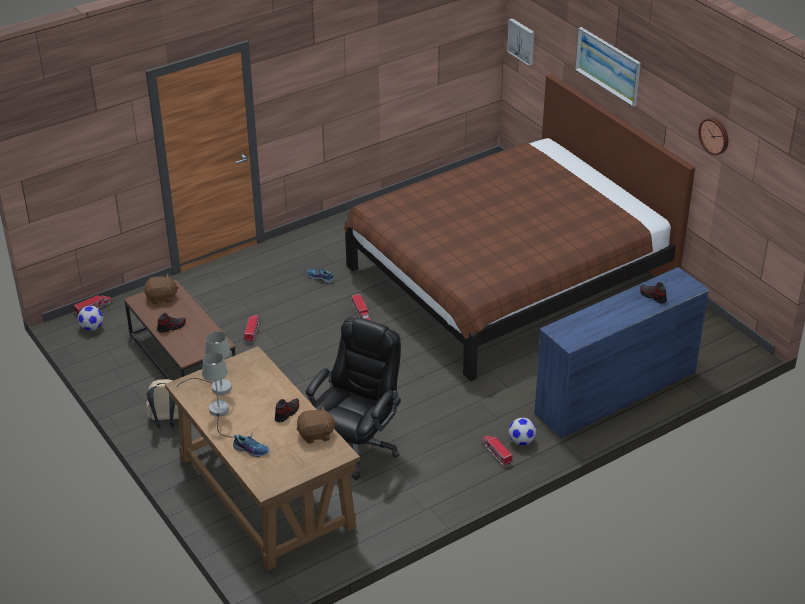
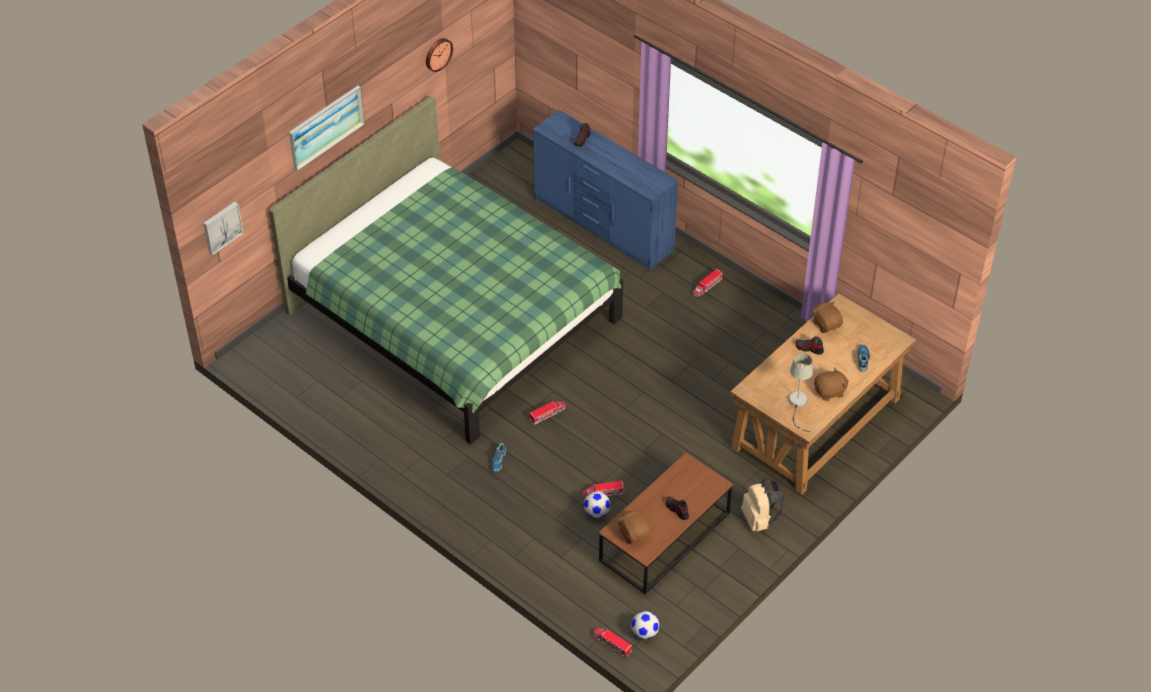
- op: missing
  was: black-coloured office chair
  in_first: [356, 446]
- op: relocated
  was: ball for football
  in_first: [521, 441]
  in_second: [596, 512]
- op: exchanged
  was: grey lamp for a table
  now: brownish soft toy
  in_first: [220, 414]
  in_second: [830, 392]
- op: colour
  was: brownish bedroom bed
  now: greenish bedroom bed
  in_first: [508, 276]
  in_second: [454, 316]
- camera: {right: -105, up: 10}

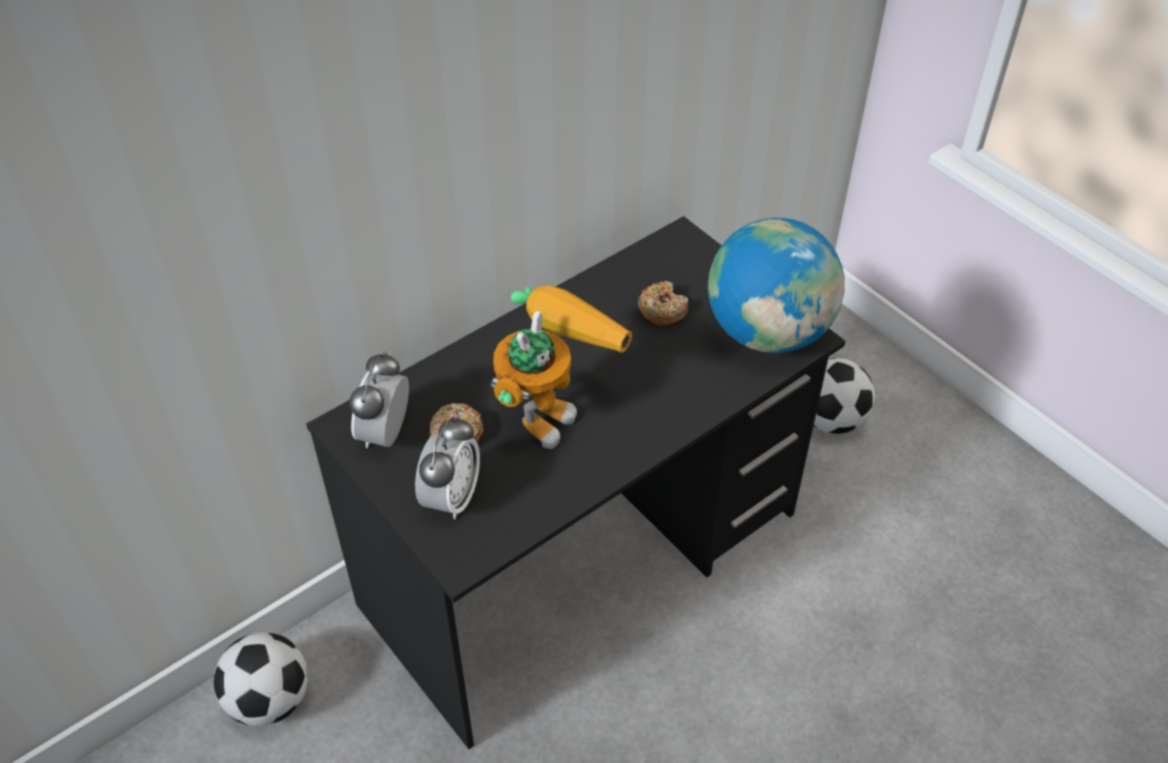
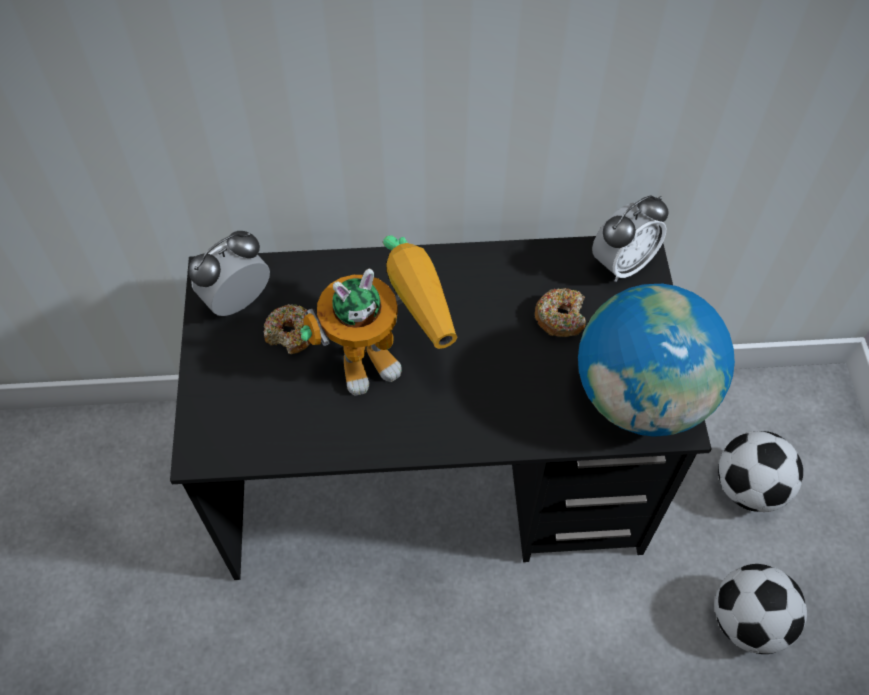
- op: relocated
  was: ball for football
  in_first: [269, 700]
  in_second: [747, 620]
- op: relocated
  was: bedside clock
  in_first: [451, 498]
  in_second: [622, 264]
- camera: {right: 35, up: 10}

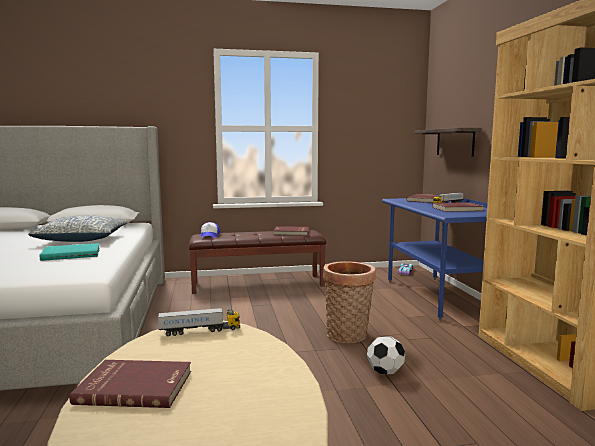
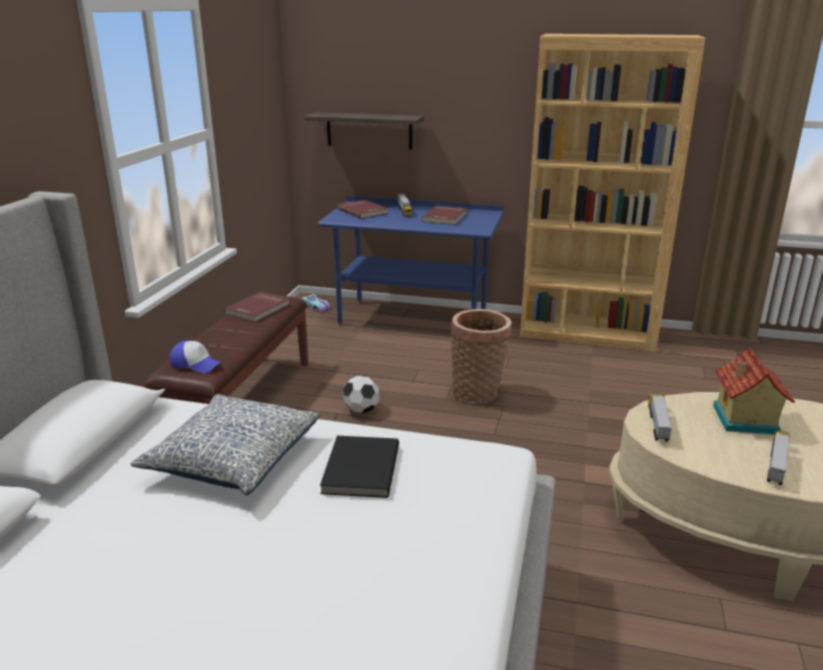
- op: appeared
  now: miniature house
  in_second: [743, 419]
- op: relocated
  was: ball for football
  in_first: [385, 372]
  in_second: [361, 410]
- op: exchanged
  was: red book
  now: model truck
  in_first: [135, 386]
  in_second: [776, 465]
- op: colour
  was: blue-green book
  now: black-coloured book
  in_first: [71, 254]
  in_second: [359, 469]
- camera: {right: -65, up: 15}

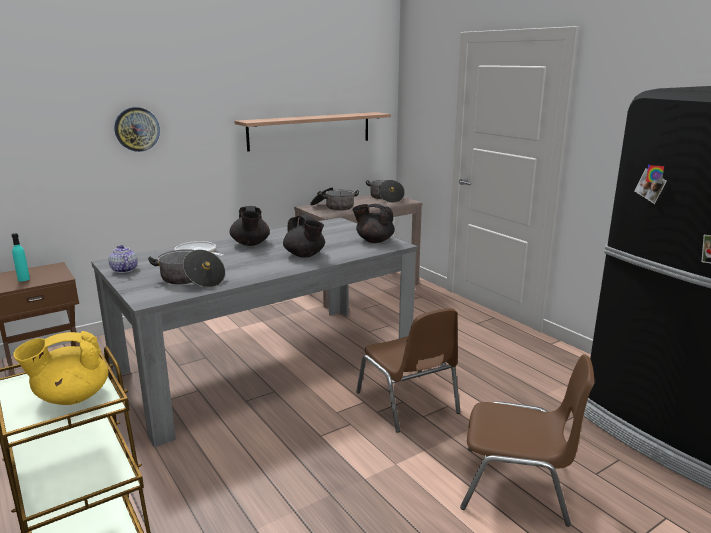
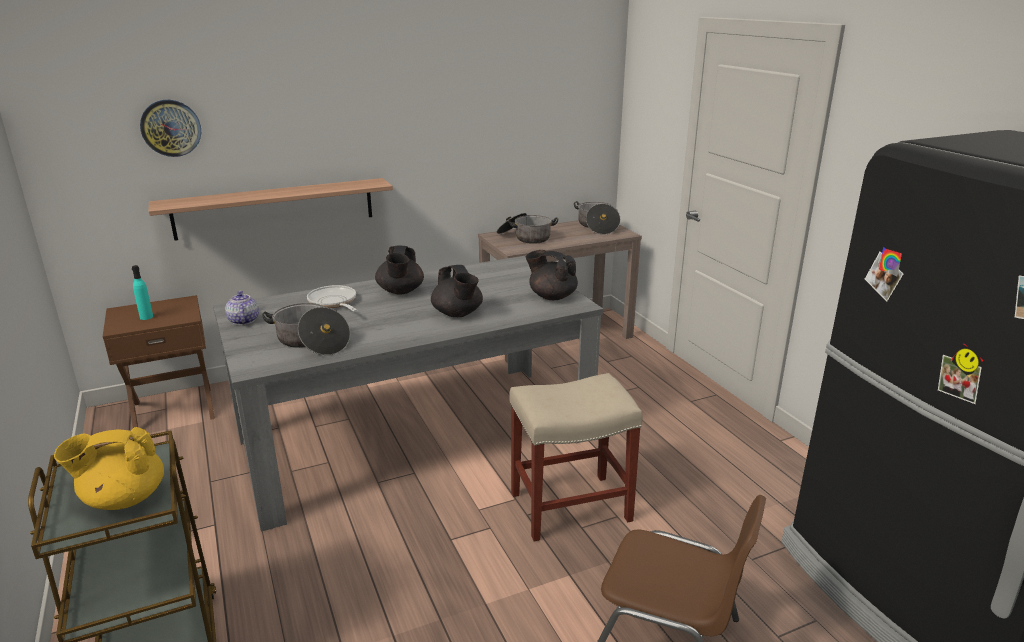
- op: relocated
  was: clock on the wall
  in_first: [137, 129]
  in_second: [171, 128]
- op: relocated
  was: wall shelf
  in_first: [310, 130]
  in_second: [275, 208]
- op: exchanged
  was: brownish plain chair
  now: sand-coloured stool seat
  in_first: [408, 403]
  in_second: [568, 507]
- camera: {right: 10, up: 5}

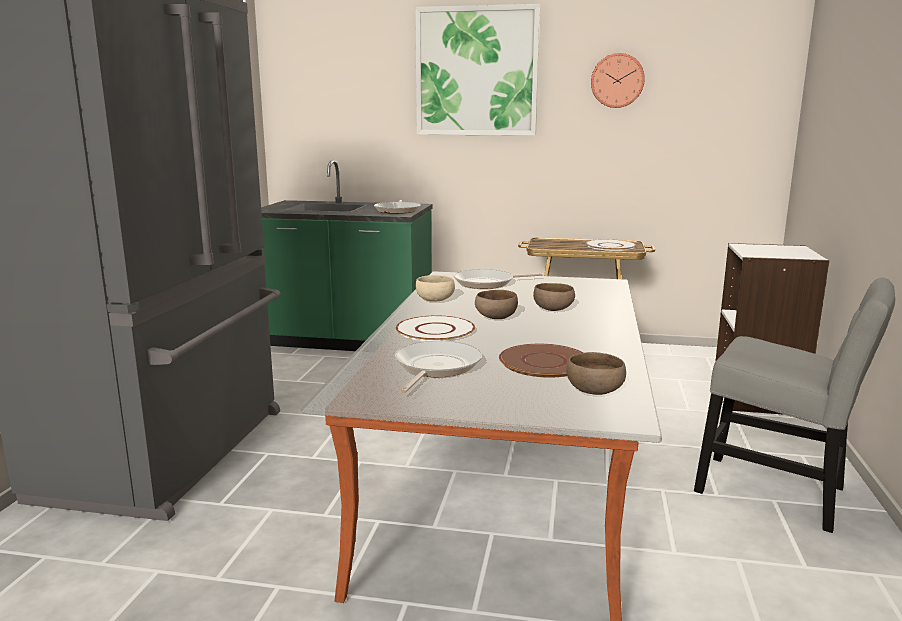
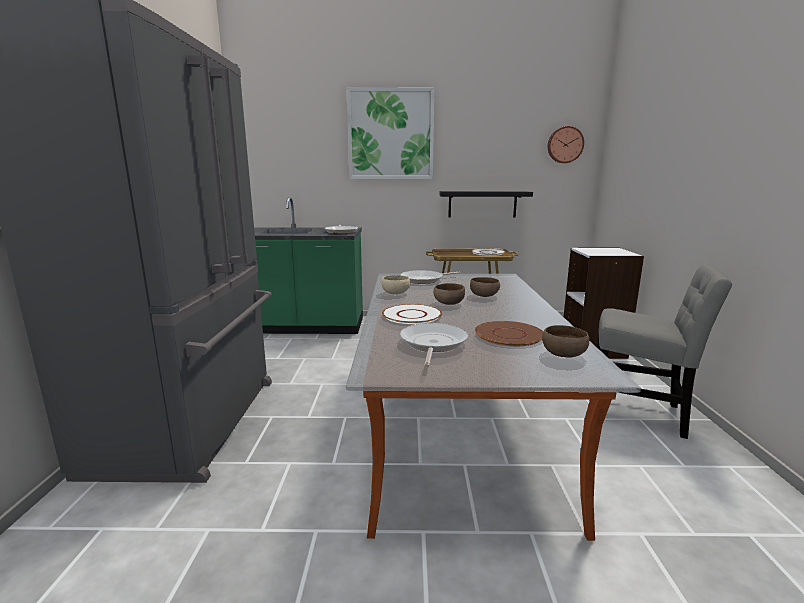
- op: appeared
  now: black-coloured wall shelf
  in_second: [482, 204]
- op: relocated
  was: clock on the wall
  in_first: [617, 80]
  in_second: [565, 145]
- camera: {right: -10, up: 0}

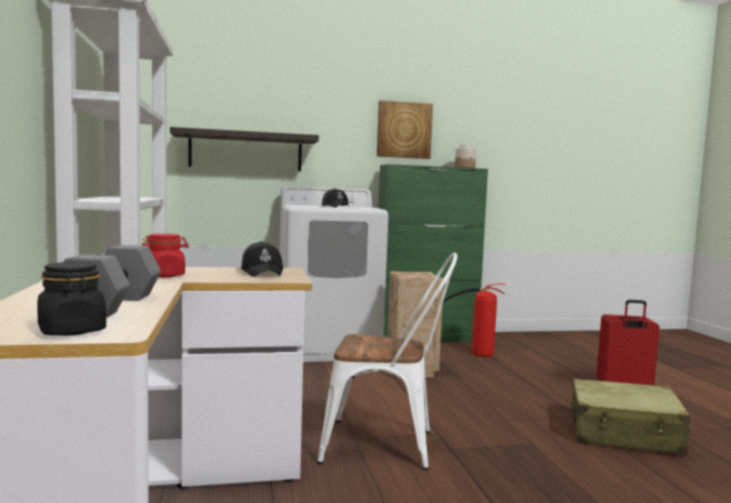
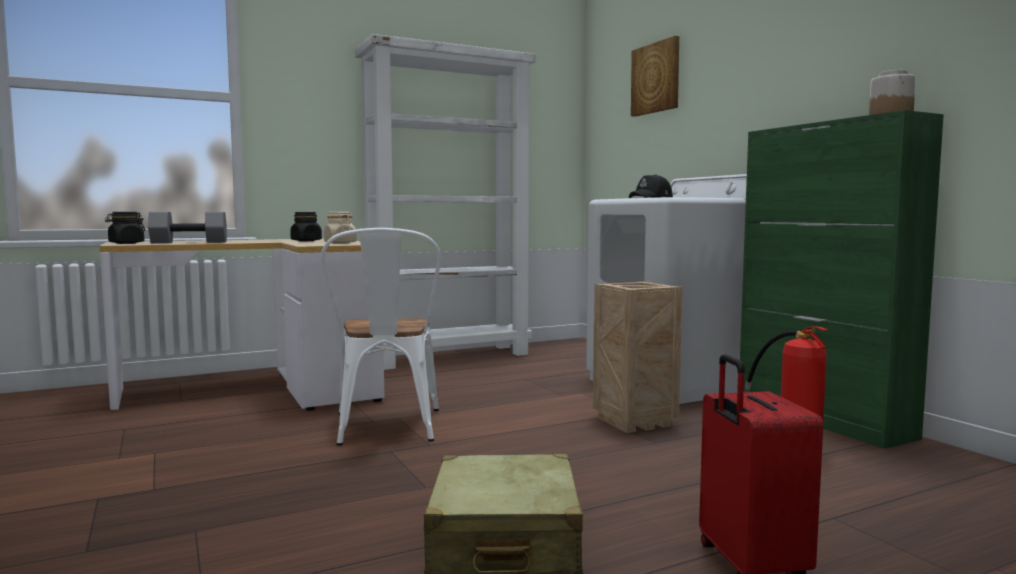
- op: missing
  was: wall shelf
  in_first: [246, 151]
- op: relocated
  was: picture
  in_first: [404, 130]
  in_second: [656, 78]
- op: exchanged
  was: black-coloured baseball cap
  now: sand-coloured preserve jar
  in_first: [262, 272]
  in_second: [340, 243]
- op: colour
  was: red preserve jar
  now: black-coloured preserve jar
  in_first: [164, 275]
  in_second: [306, 241]
- camera: {right: 75, up: 0}

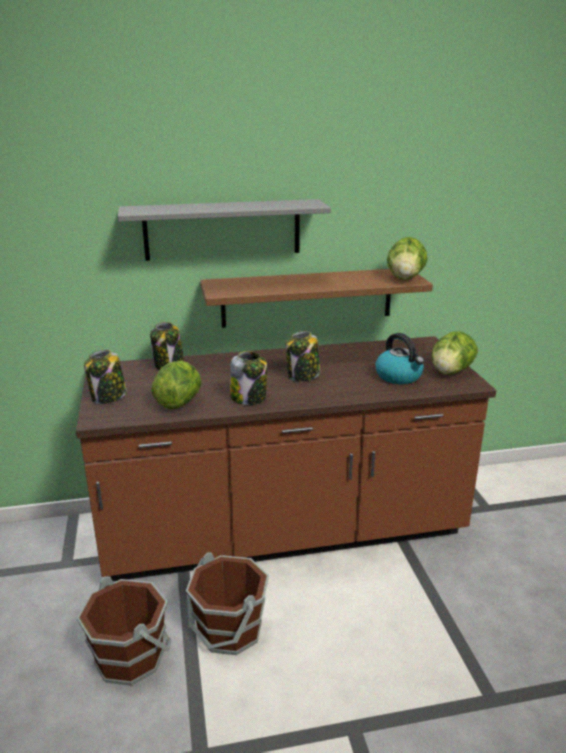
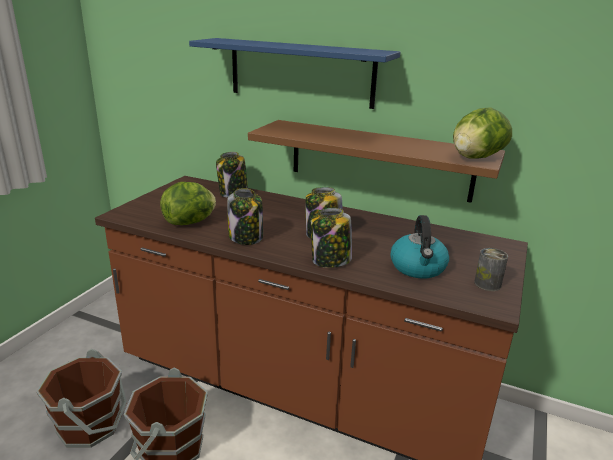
- op: relocated
  was: preserve jar
  in_first: [108, 397]
  in_second: [330, 260]
- op: exchanged
  was: lettuce
  now: metal can
  in_first: [451, 372]
  in_second: [487, 284]
- op: colour
  was: grey wall shelf
  now: blue wall shelf
  in_first: [222, 229]
  in_second: [301, 72]
- camera: {right: 35, up: 0}

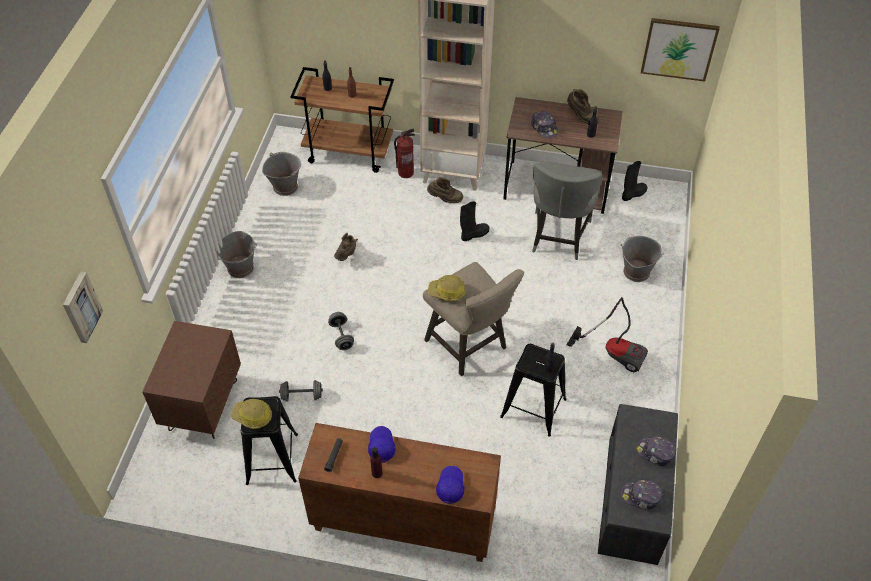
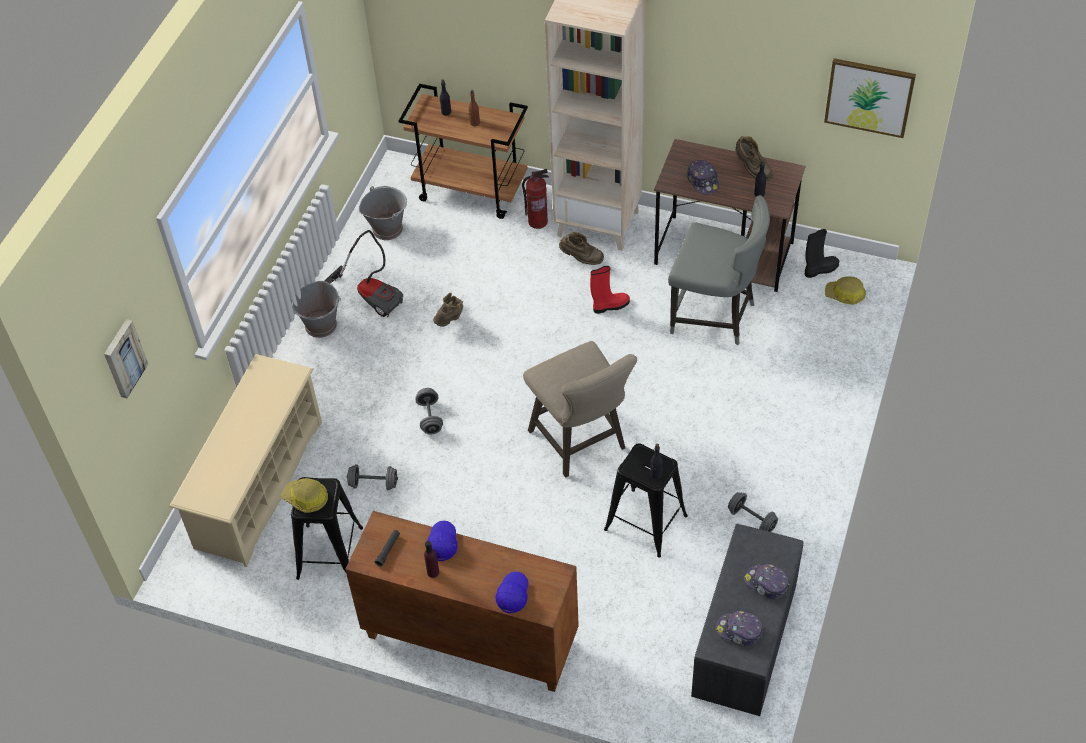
- op: missing
  was: grey pail
  in_first: [636, 271]
- op: appeared
  now: grey free weight
  in_second: [752, 519]
- op: relocated
  was: hard hat
  in_first: [447, 292]
  in_second: [845, 295]
- op: relocated
  was: vacuum cleaner
  in_first: [614, 351]
  in_second: [372, 294]
- op: exchanged
  was: brownish night table
  now: sand-coloured shoe shelf
  in_first: [203, 405]
  in_second: [258, 484]
- op: colour
  was: black-coloured tall boot
  now: red tall boot
  in_first: [474, 234]
  in_second: [610, 306]
- op: spun
  was: grey plain chair
  in_first: [558, 236]
  in_second: [714, 316]
  clockwise: -90
- camera: {right: 10, up: 0}

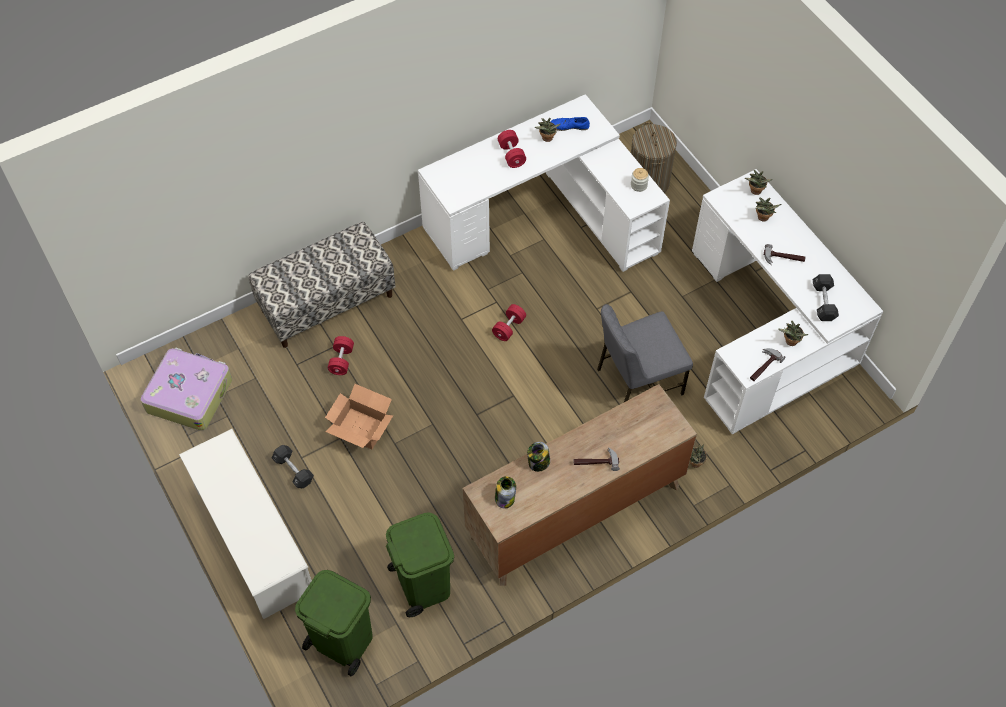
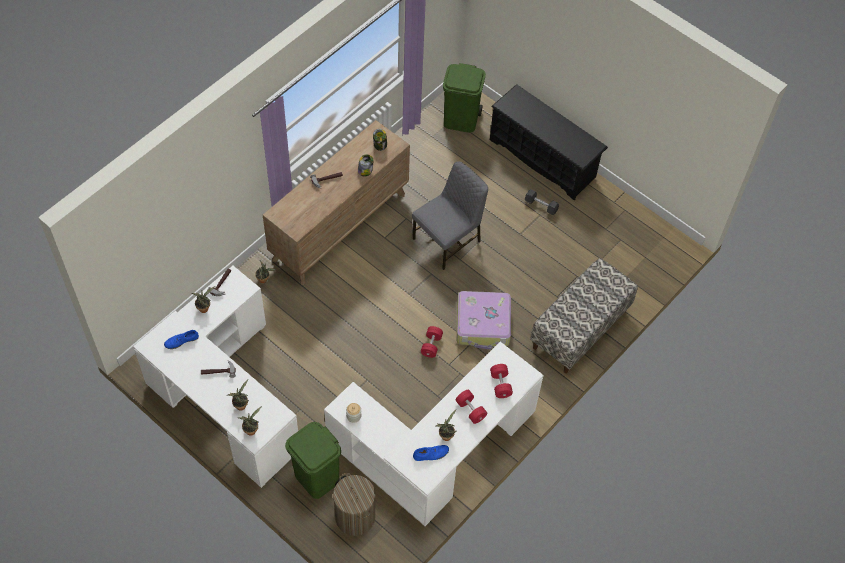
- op: missing
  was: carton
  in_first: [361, 428]
- op: relocated
  was: suitcase
  in_first: [189, 394]
  in_second: [483, 324]
- op: relocated
  was: red free weight
  in_first: [341, 360]
  in_second: [500, 384]
- op: relocated
  was: greenish trash can
  in_first: [423, 584]
  in_second: [317, 478]
- op: relocated
  was: grey plain chair
  in_first: [637, 380]
  in_second: [448, 240]
- op: exchanged
  was: black-coloured free weight
  now: blue item of footwear
  in_first: [823, 302]
  in_second: [181, 341]
- op: colour
  was: white-coloured shoe shelf
  now: black-coloured shoe shelf
  in_first: [254, 541]
  in_second: [543, 159]
- camera: {right: 160, up: 0}

